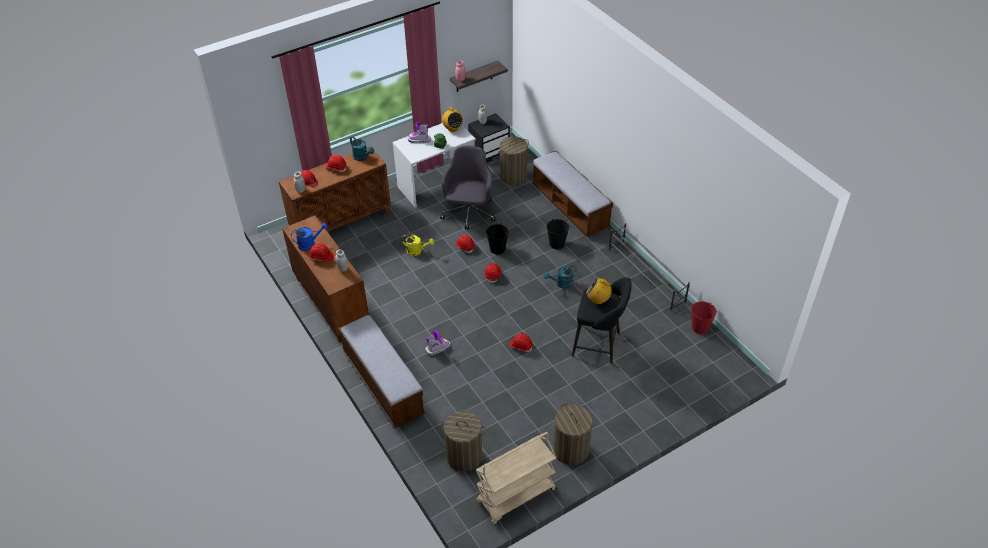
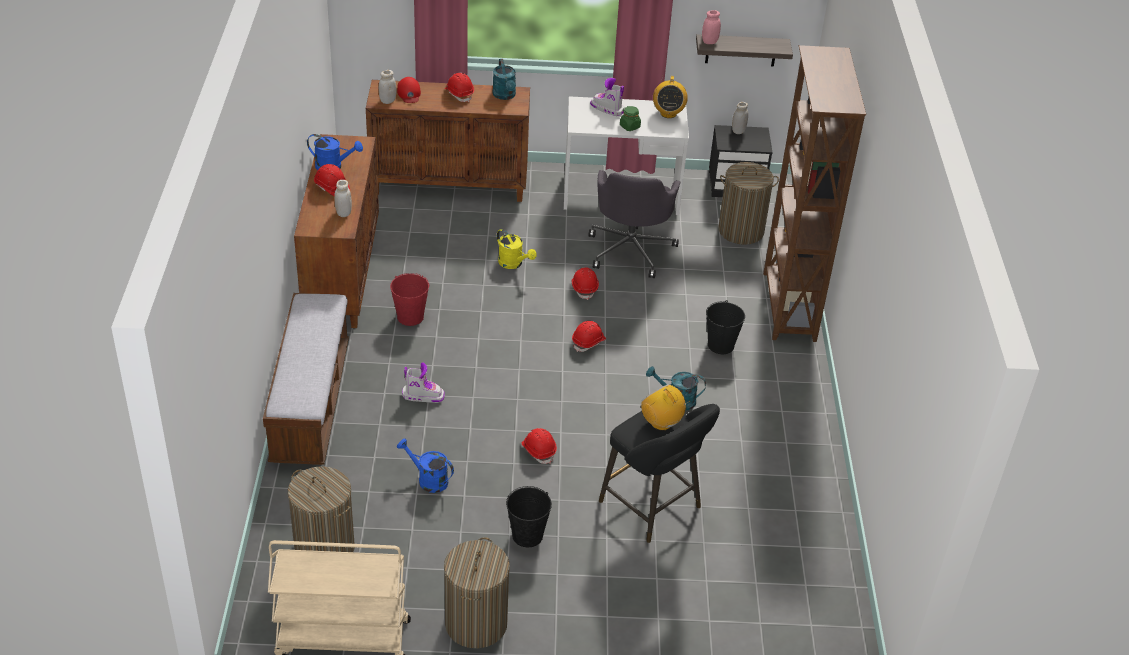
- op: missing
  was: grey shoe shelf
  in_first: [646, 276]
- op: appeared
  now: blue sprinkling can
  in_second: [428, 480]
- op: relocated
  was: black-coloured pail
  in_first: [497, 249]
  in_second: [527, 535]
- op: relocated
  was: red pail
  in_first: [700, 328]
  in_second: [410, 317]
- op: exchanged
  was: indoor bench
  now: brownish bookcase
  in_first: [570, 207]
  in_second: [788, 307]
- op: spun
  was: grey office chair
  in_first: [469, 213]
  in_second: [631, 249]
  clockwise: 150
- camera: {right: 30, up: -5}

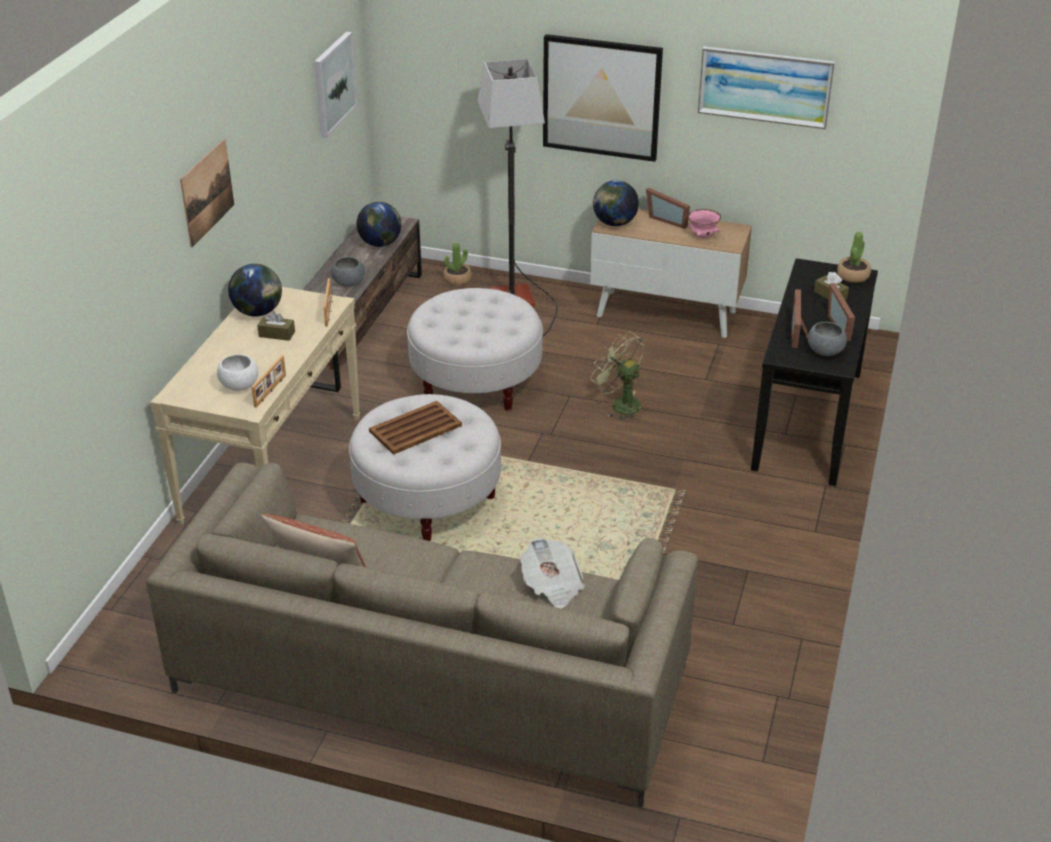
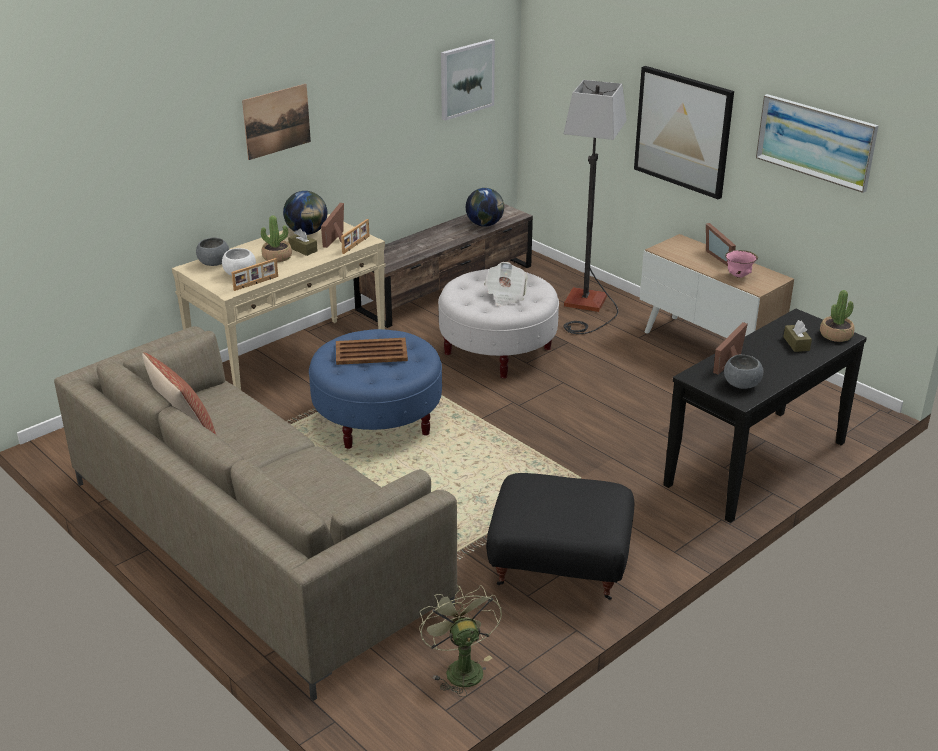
- op: missing
  was: world globe
  in_first: [614, 223]
- op: appeared
  now: black-coloured pouffe
  in_second: [558, 567]
- op: relocated
  was: grey deep dish
  in_first: [348, 283]
  in_second: [214, 263]
- op: relocated
  was: potted plant
  in_first: [457, 279]
  in_second: [277, 257]
- op: relocated
  was: newspaper
  in_first: [552, 586]
  in_second: [505, 295]
- op: relocated
  was: greenish electric fan
  in_first: [620, 404]
  in_second: [460, 668]
- op: relocated
  was: picture frame
  in_first: [842, 326]
  in_second: [338, 239]
- op: colour
  was: white-coloured pouffe
  now: blue pouffe
  in_first: [427, 499]
  in_second: [377, 420]
- camera: {right: 30, up: -5}

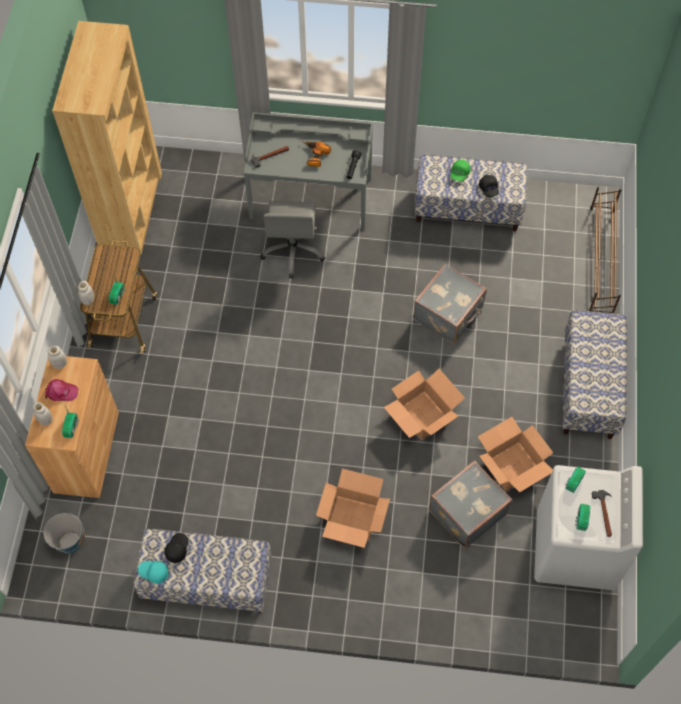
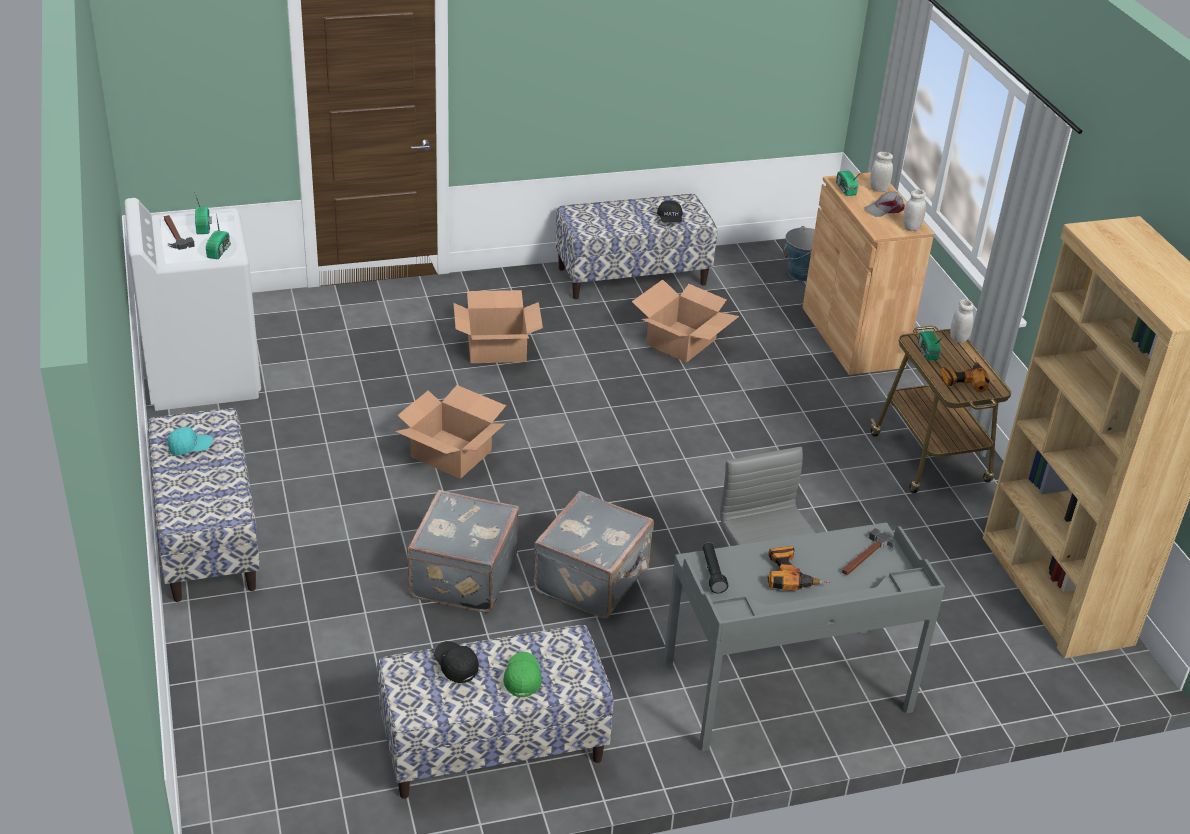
- op: missing
  was: brownish shoe shelf
  in_first: [601, 261]
- op: appeared
  now: electric drill
  in_second: [962, 379]
- op: relocated
  was: blue-green baseball cap
  in_first: [154, 572]
  in_second: [190, 448]
- op: relocated
  was: grey suitcase
  in_first: [466, 511]
  in_second: [593, 580]
- op: relocated
  was: carton
  in_first: [511, 465]
  in_second: [682, 342]
- op: colour
  was: pinkish baseball cap
  now: grey baseball cap
  in_first: [61, 392]
  in_second: [885, 209]
- camera: {right: 155, up: -25}

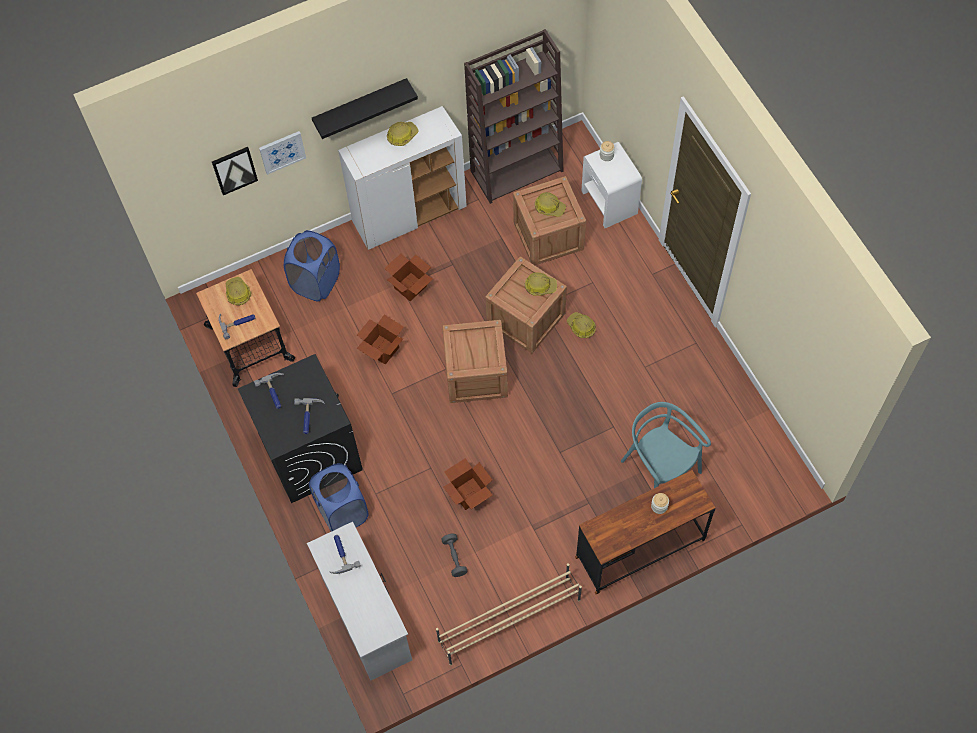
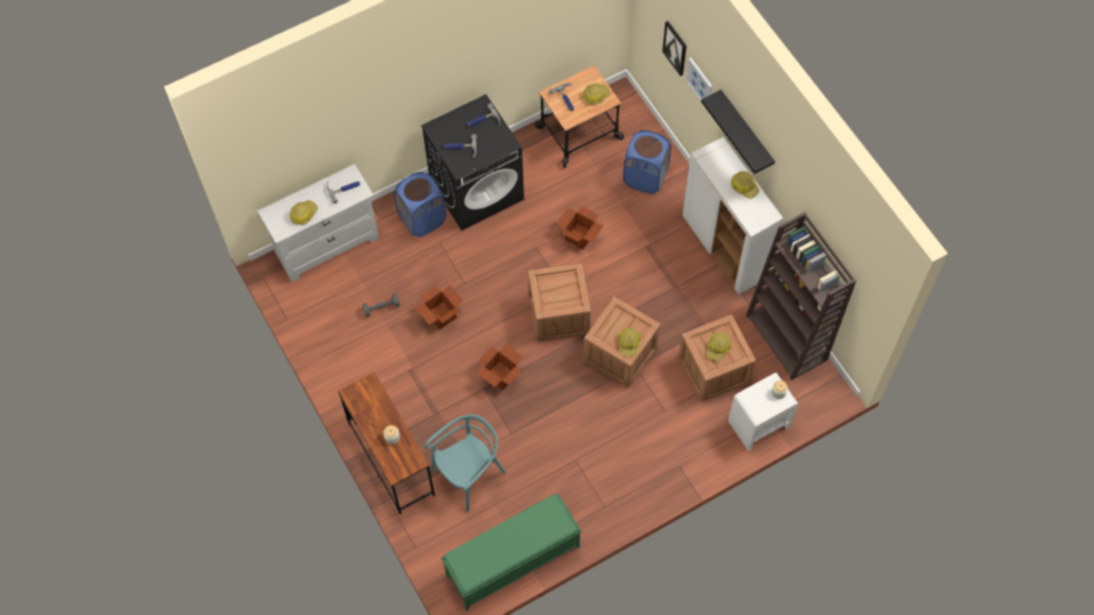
- op: missing
  was: sand-coloured shoe shelf
  in_first: [508, 620]
- op: appeared
  now: greenish indoor bench
  in_second: [512, 561]
- op: relocated
  was: carton
  in_first: [410, 287]
  in_second: [500, 375]
- op: relocated
  was: hard hat
  in_first: [581, 327]
  in_second: [303, 214]
- camera: {right: 85, up: 0}

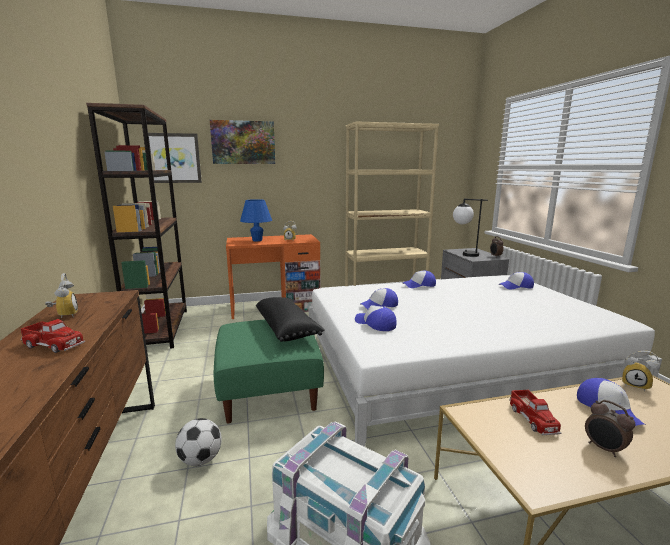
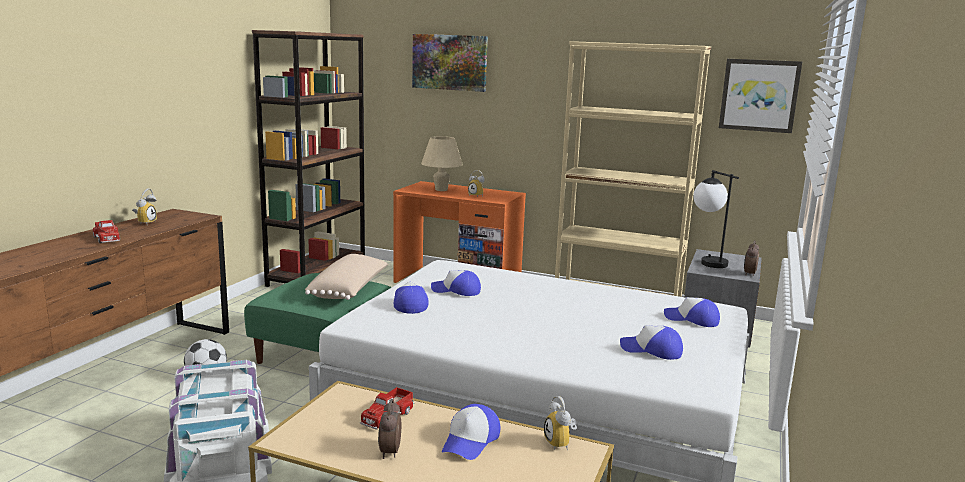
- op: relocated
  was: picture
  in_first: [174, 158]
  in_second: [759, 95]
- op: relocated
  was: baseball cap
  in_first: [419, 285]
  in_second: [651, 350]
- op: colour
  was: blue lamp for a table
  now: sand-coloured lamp for a table
  in_first: [257, 240]
  in_second: [441, 190]
- op: colour
  was: black-coloured cushion
  now: sand-coloured cushion
  in_first: [287, 329]
  in_second: [350, 290]
- camera: {right: 35, up: 0}

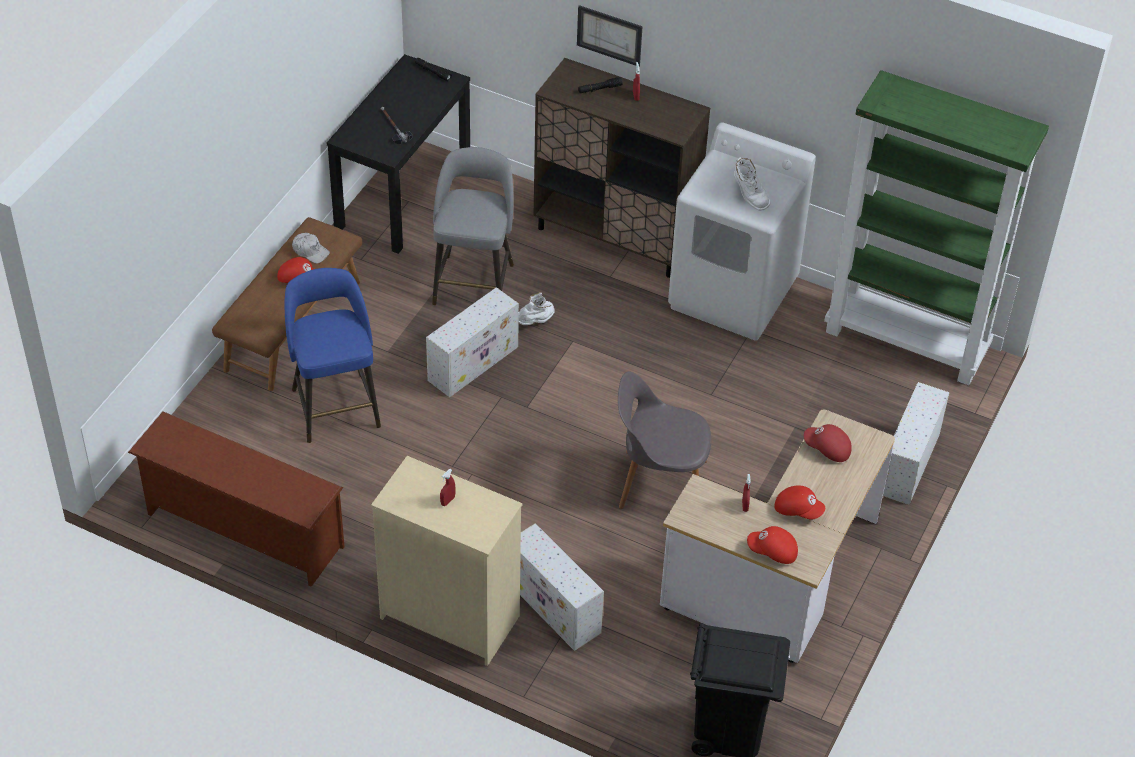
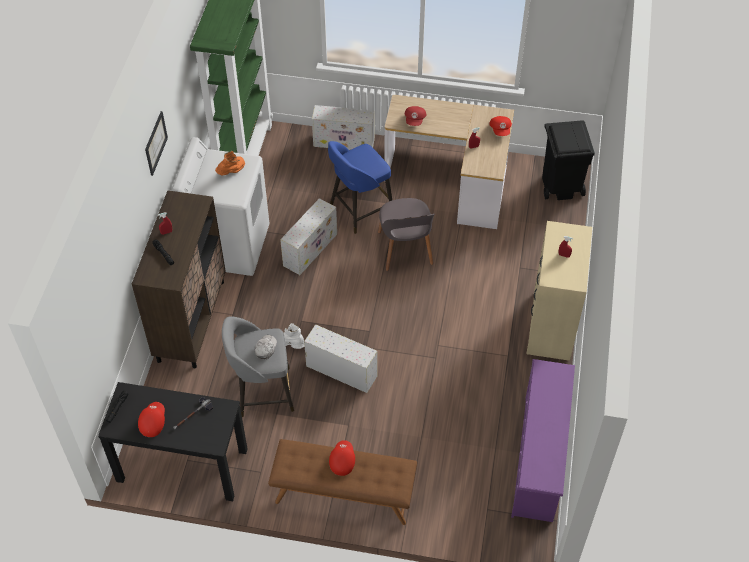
- op: relocated
  was: blue stool seat
  in_first: [335, 405]
  in_second: [359, 210]
- op: relocated
  was: white-coloured baseball cap
  in_first: [310, 251]
  in_second: [265, 348]
- op: relocated
  was: white-coloured storage bin
  in_first: [555, 608]
  in_second: [311, 249]
- op: relocated
  was: picture
  in_first: [609, 35]
  in_second: [155, 143]
- op: relocated
  was: red baseball cap
  in_first: [798, 509]
  in_second: [152, 422]
- op: colour
  was: brownish shoe shelf
  now: purple-coloured shoe shelf
  in_first: [242, 531]
  in_second: [539, 459]
- op: colour
  was: white-coloured tall boot
  now: orange tall boot
  in_first: [748, 196]
  in_second: [232, 172]
- camera: {right: -105, up: 5}

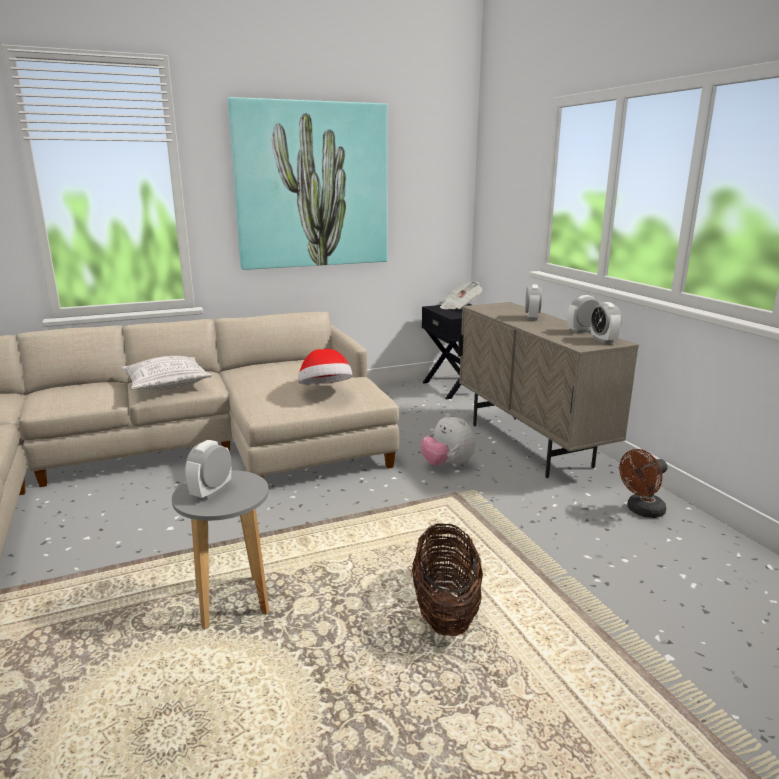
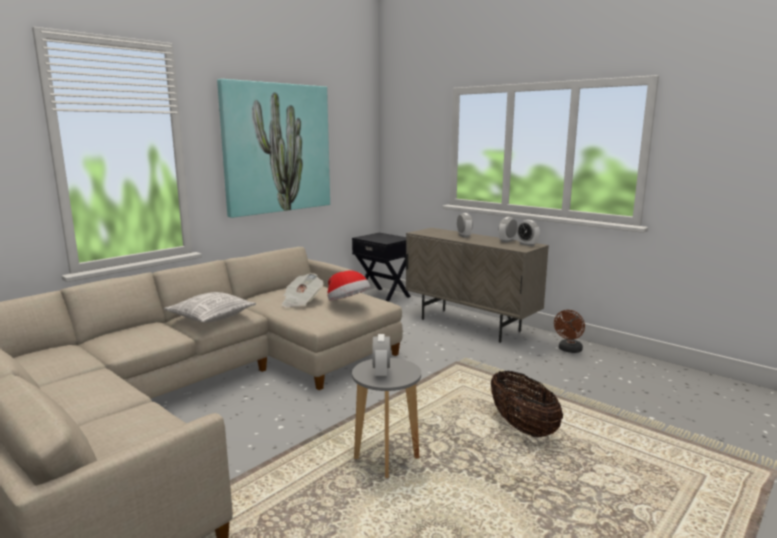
- op: missing
  was: soft toy
  in_first: [447, 465]
- op: relocated
  was: newspaper
  in_first: [460, 307]
  in_second: [301, 302]
- camera: {right: -25, up: -5}

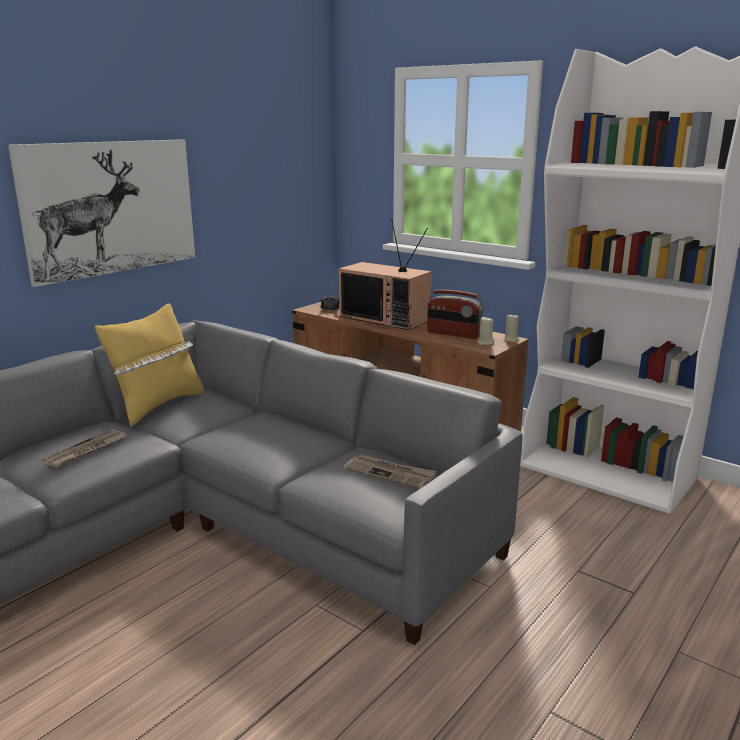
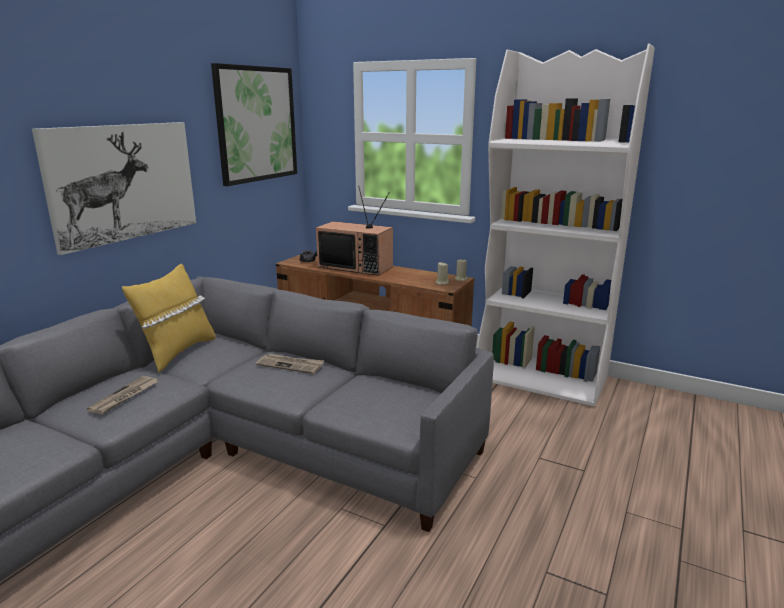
- op: missing
  was: radio set
  in_first: [453, 334]
- op: appeared
  now: picture
  in_second: [256, 124]
- op: relocated
  was: newspaper
  in_first: [389, 473]
  in_second: [291, 365]
- camera: {right: -10, up: 0}

